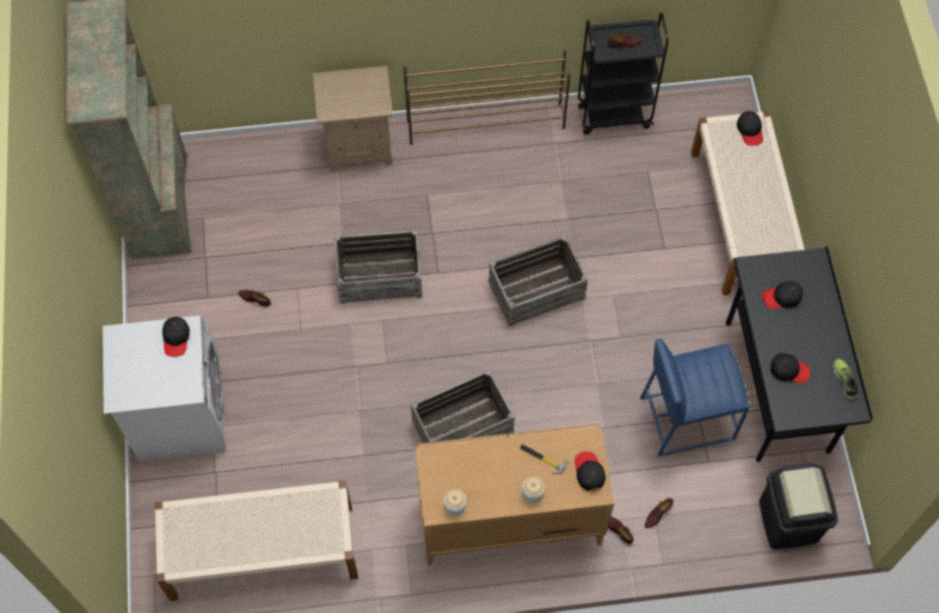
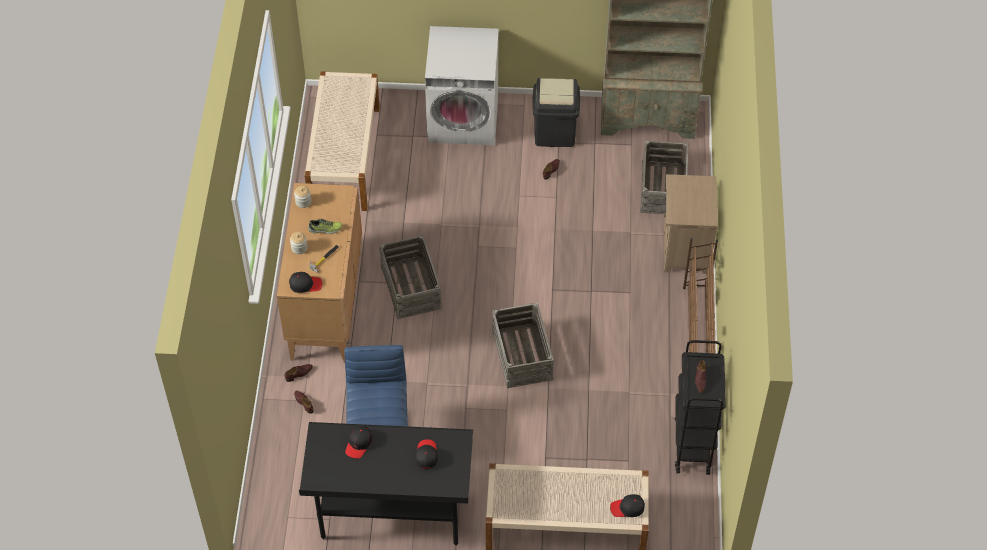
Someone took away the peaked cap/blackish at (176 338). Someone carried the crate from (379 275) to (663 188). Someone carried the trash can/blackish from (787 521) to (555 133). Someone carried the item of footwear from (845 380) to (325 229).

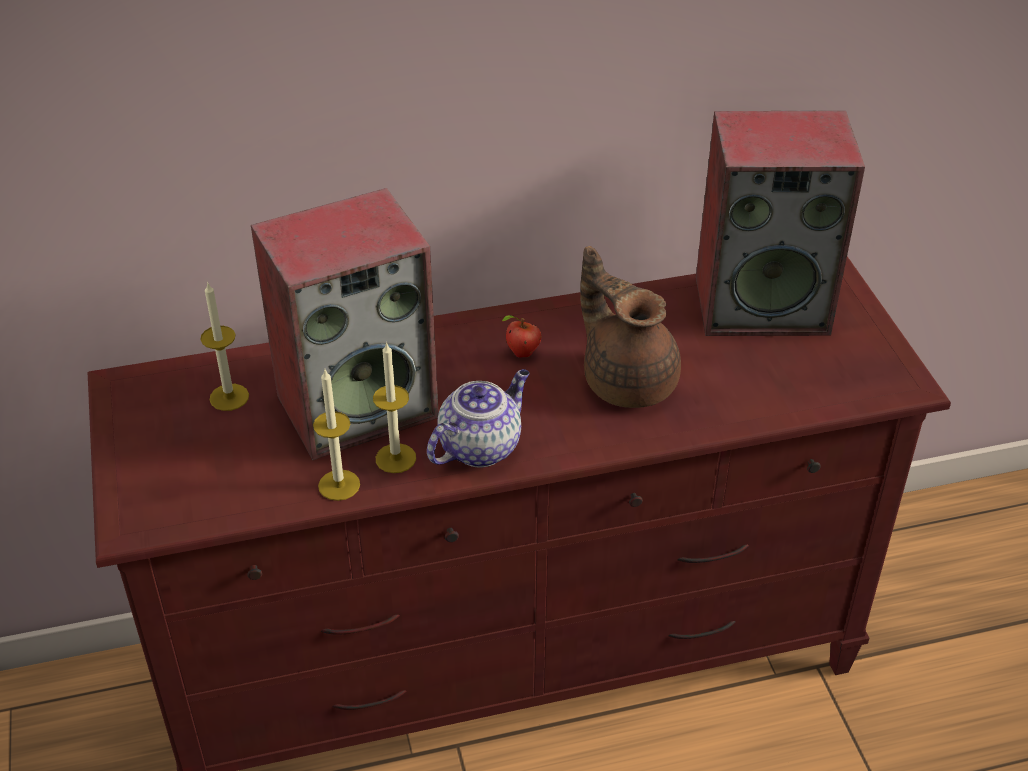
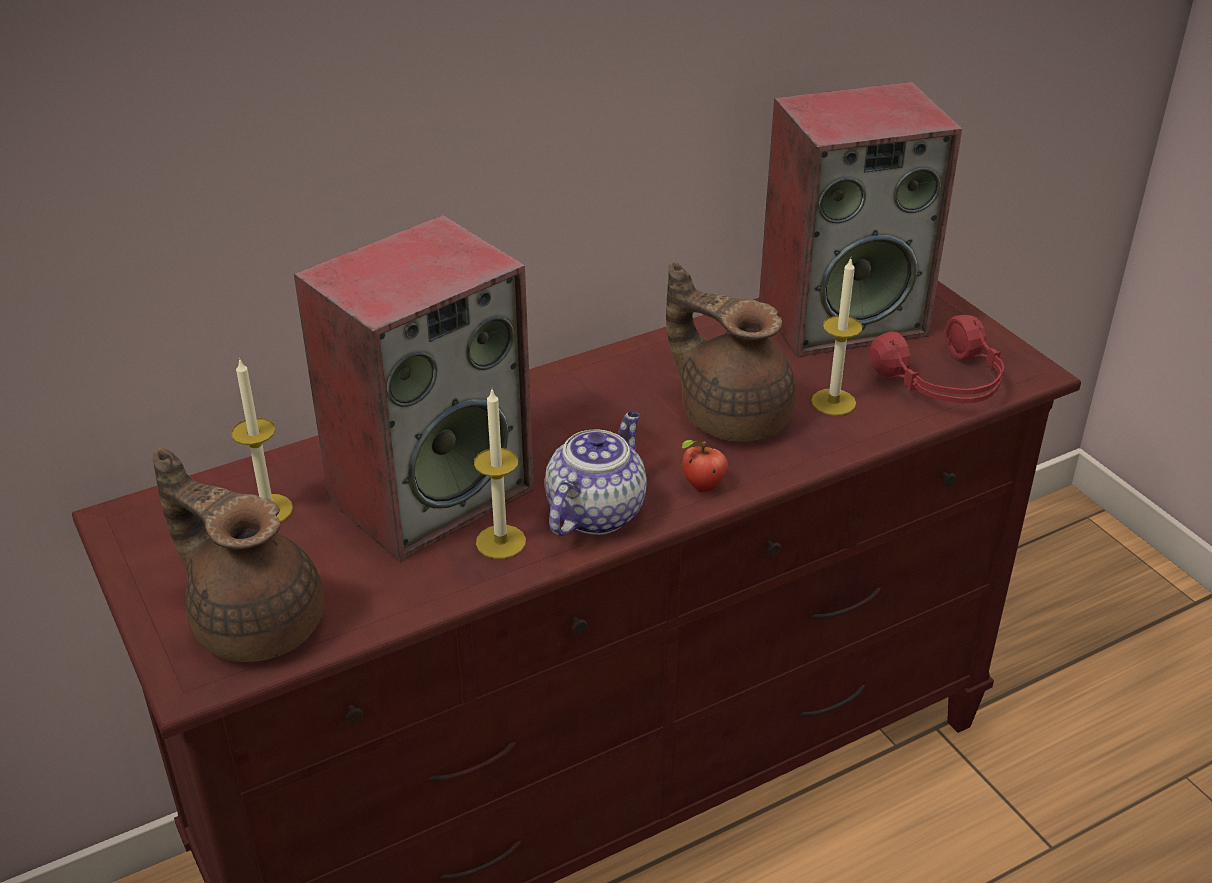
Someone carried the candle from (339 485) to (833 402). Someone carried the whole apple from (521 353) to (702 487). Someone put down the pot for tea/brown at (255 620). Someone put down the headphones/red-coloured at (944 383).

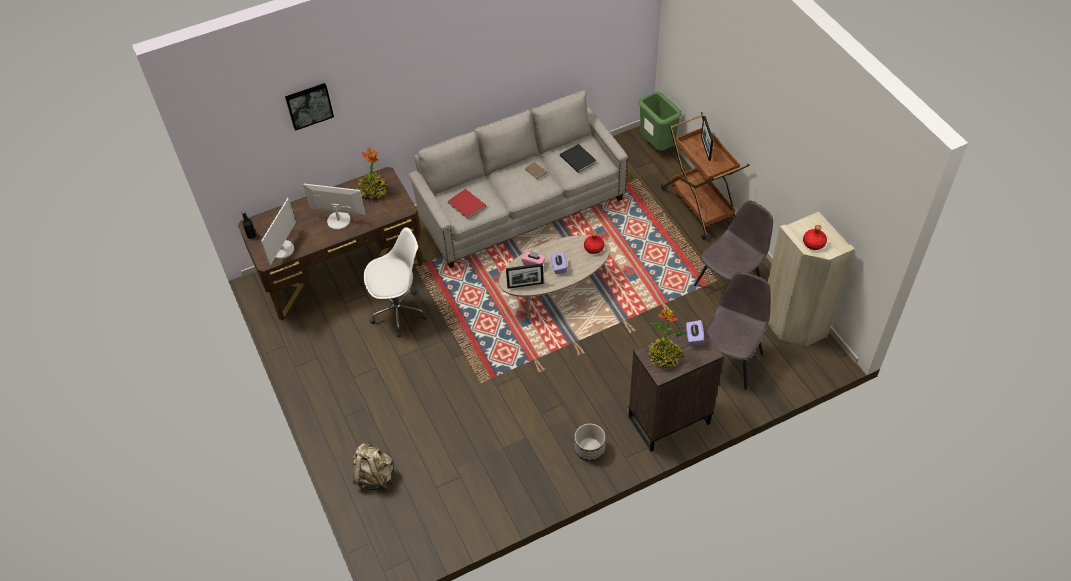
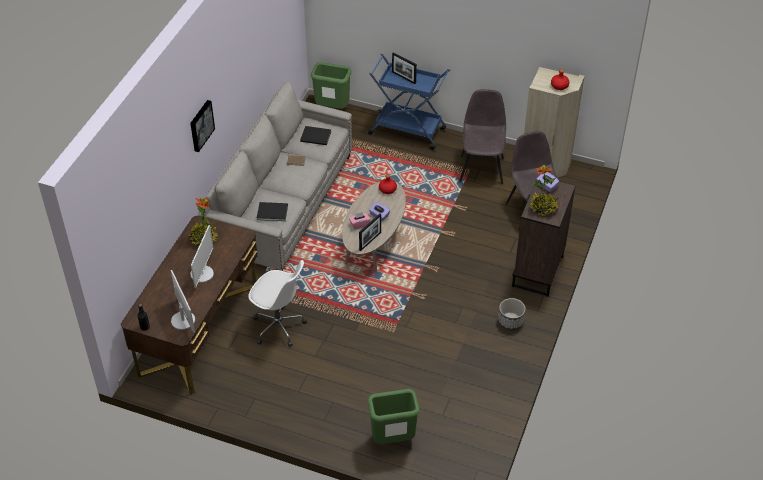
Someone carried the wall art from (309 105) to (200 125). Someone rotated the computer screen at (338 220) by 135 degrees clockwise. Someone swapped the knapsack/beige-coloured at (375 476) for the trash can/greenish at (393 440). Someone rotated the desk chair/white at (400 312) by 90 degrees clockwise. Someone repainted the book/red-coloured at (466 203), which became the book/blackish at (271 211). Someone repainted the trolley/brown at (699 208), which became the trolley/blue at (407 132).

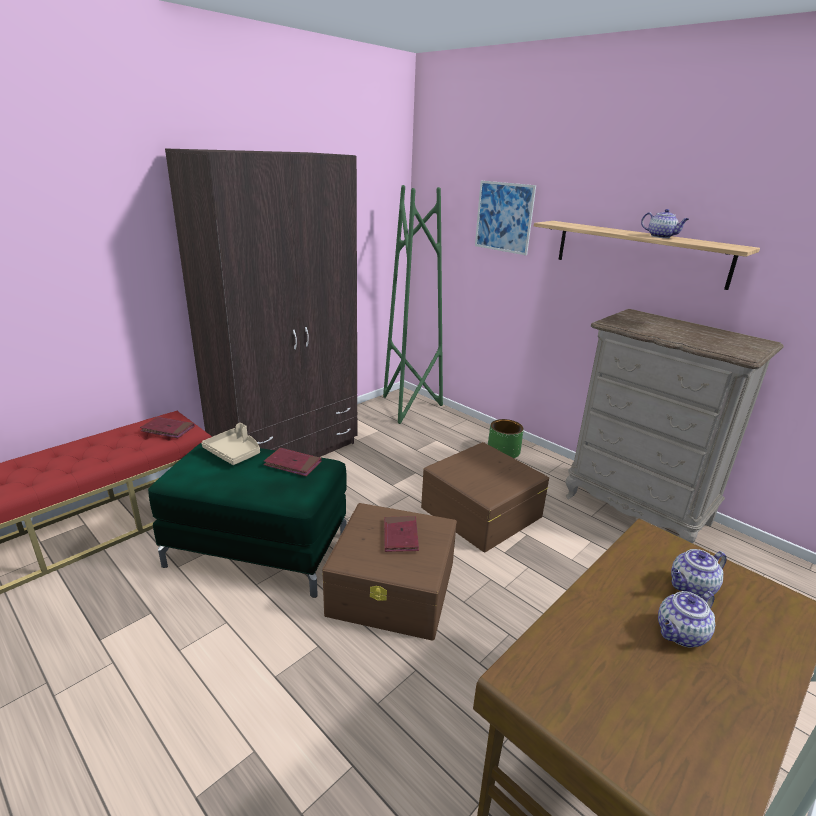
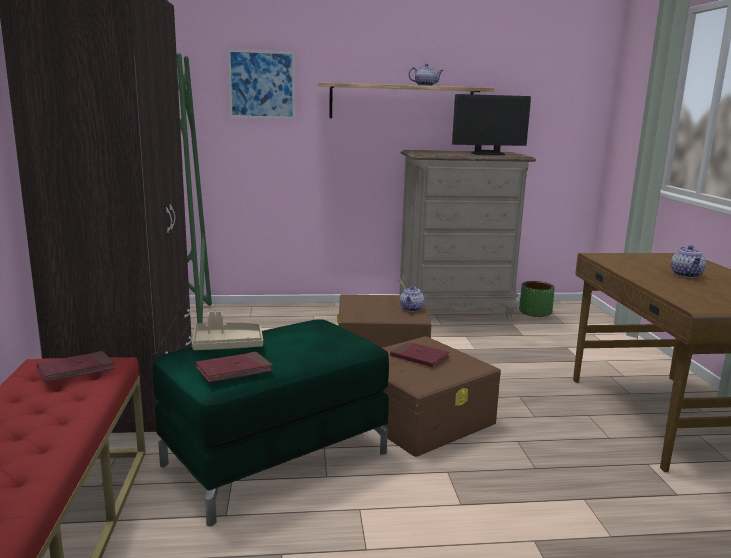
Someone carried the book/red-coloured from (292 464) to (234 370). Someone carried the planter/greenish from (503 452) to (535 312). Someone carried the pot for tea from (691 588) to (411 309). Someone put down the computer screen at (487 154).

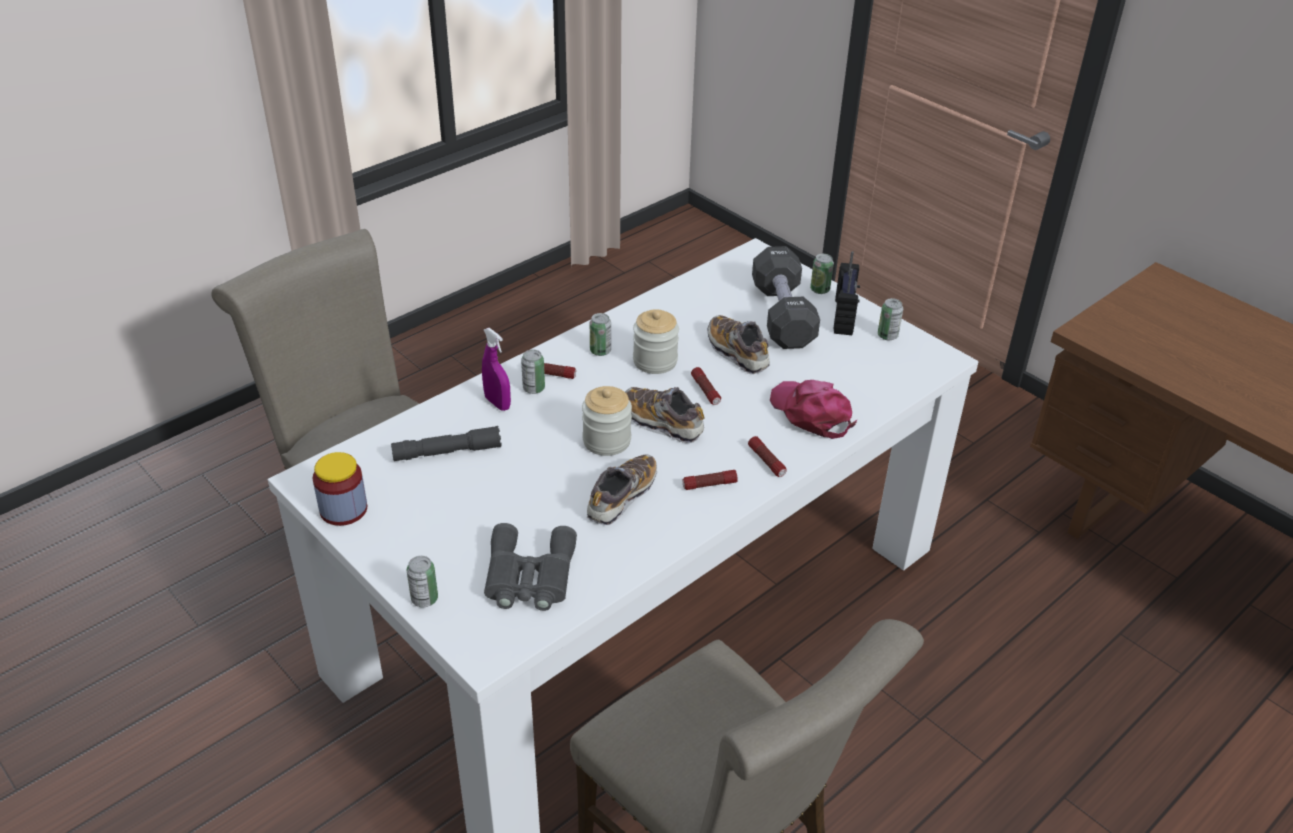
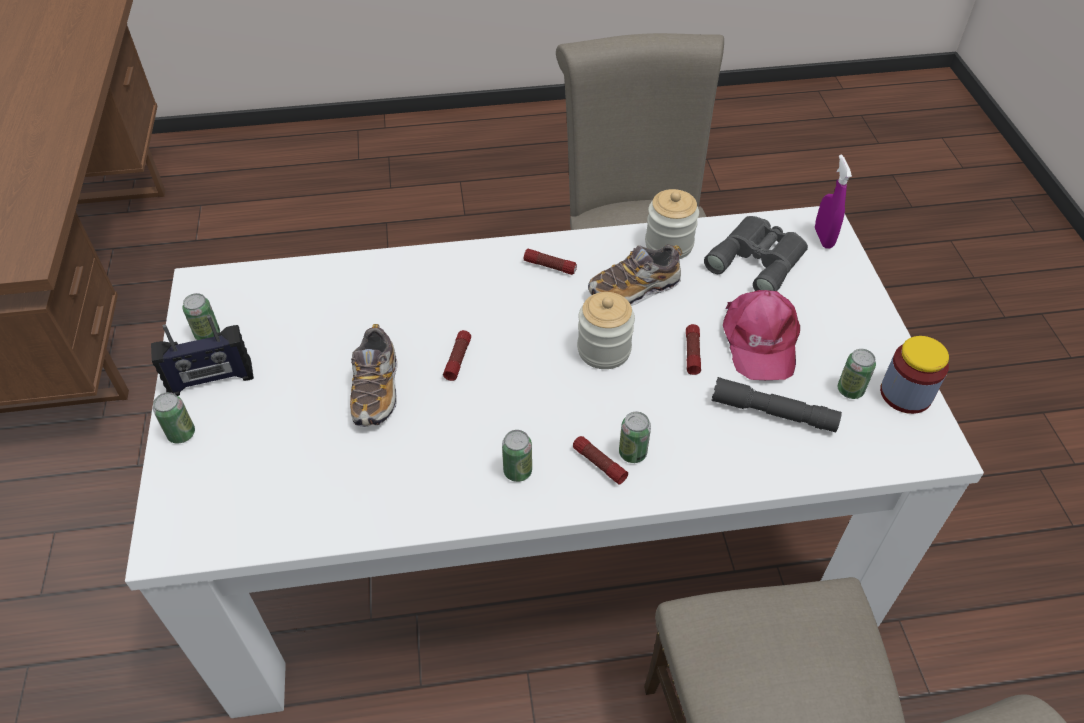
Someone carried the can from (424 599) to (850 390). Someone carried the hand sprayer/purplish from (497 403) to (823 238). Someone took away the item of footwear at (662 423). Someone carried the storage jar from (655 361) to (669 244). Someone carried the torch from (767 461) to (692 353). Someone took away the dumbbell/blackish at (782 315). Someone carried the peaked cap/pink from (811 413) to (759 340). Someone rotated the radio receiver at (845 316) by 150 degrees counterclockwise.

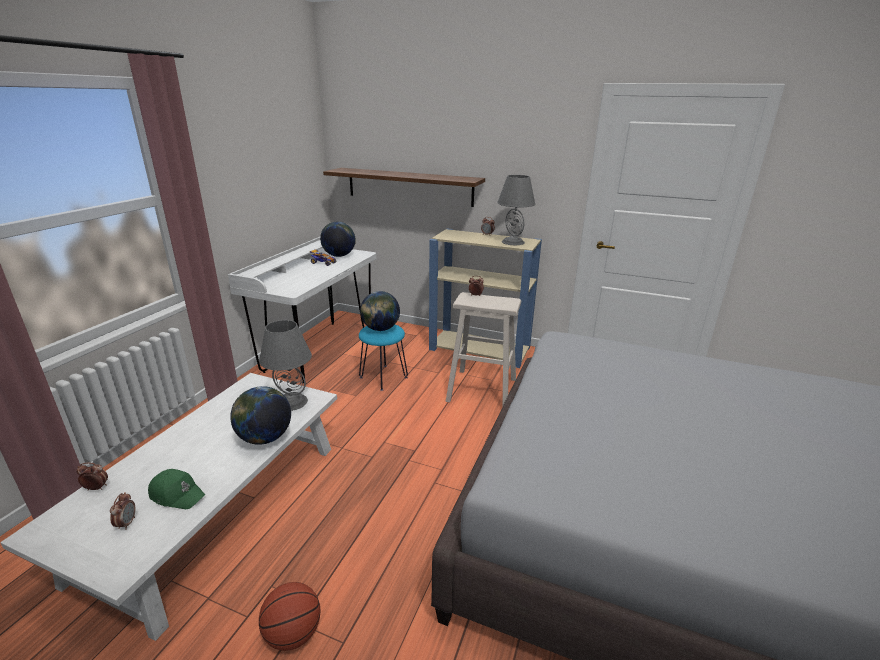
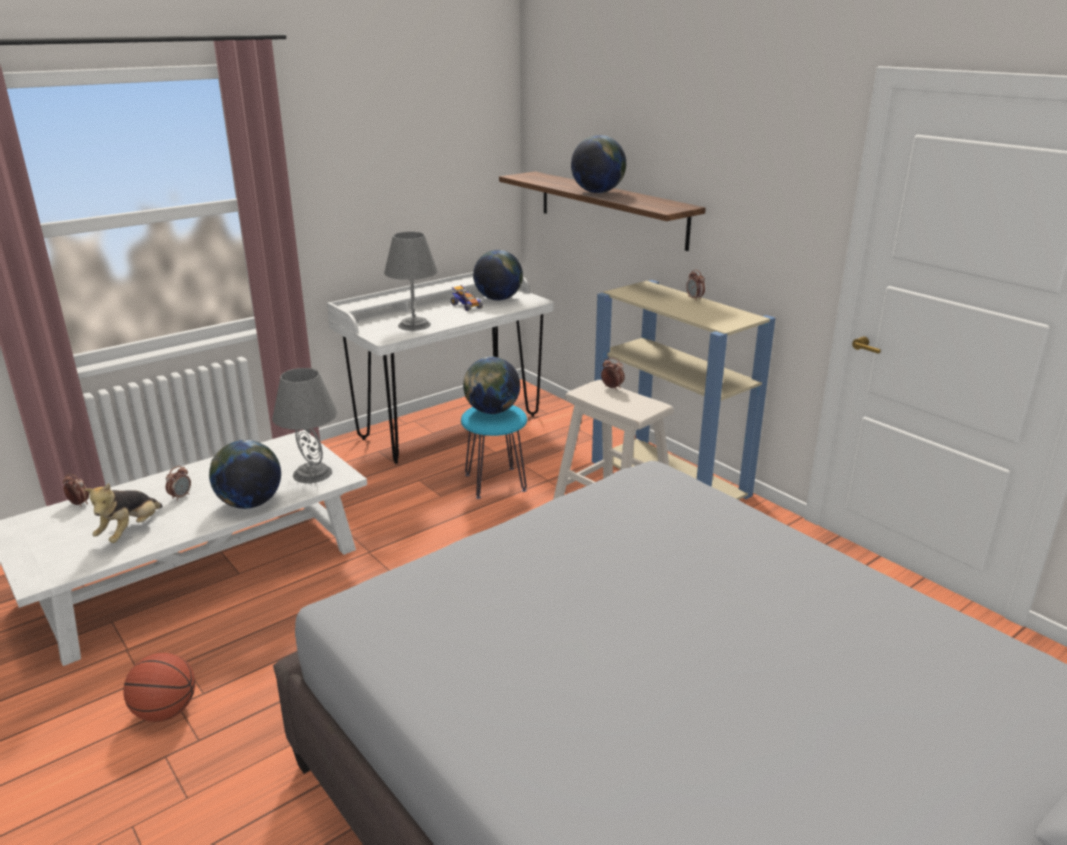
Someone carried the table clock from (127 523) to (180 496). Someone swapped the peaked cap/greenish at (177 494) for the plush toy at (130 531). Someone carried the table lamp/gray from (512 242) to (414 325). Someone put down the globe at (597 193).

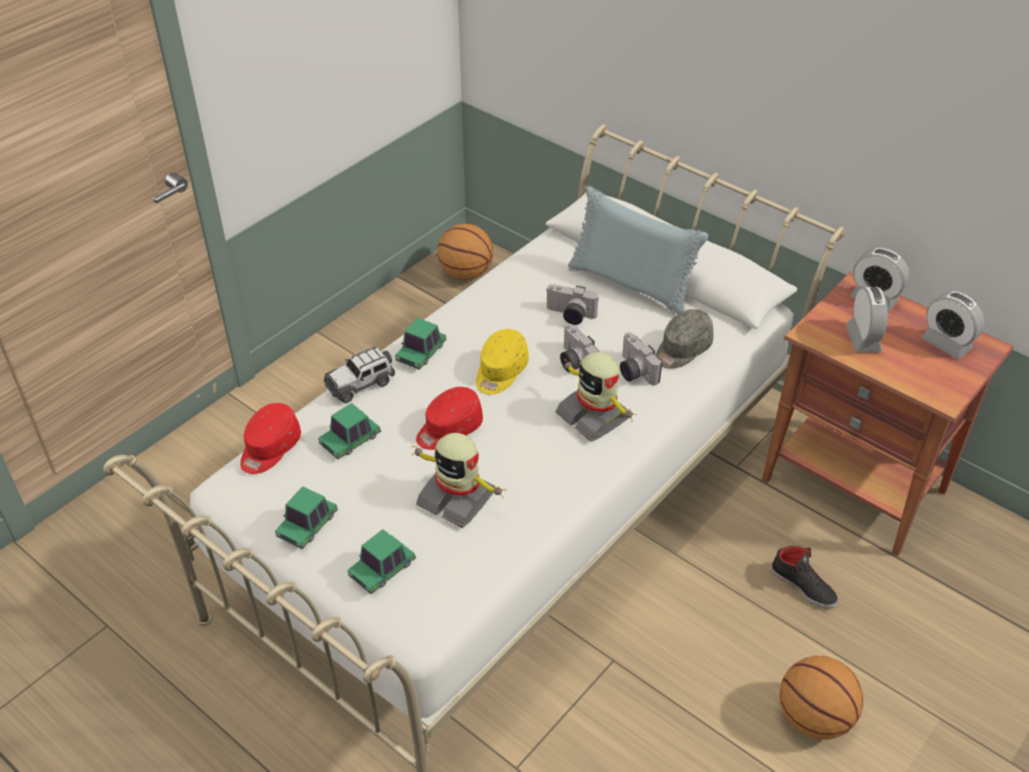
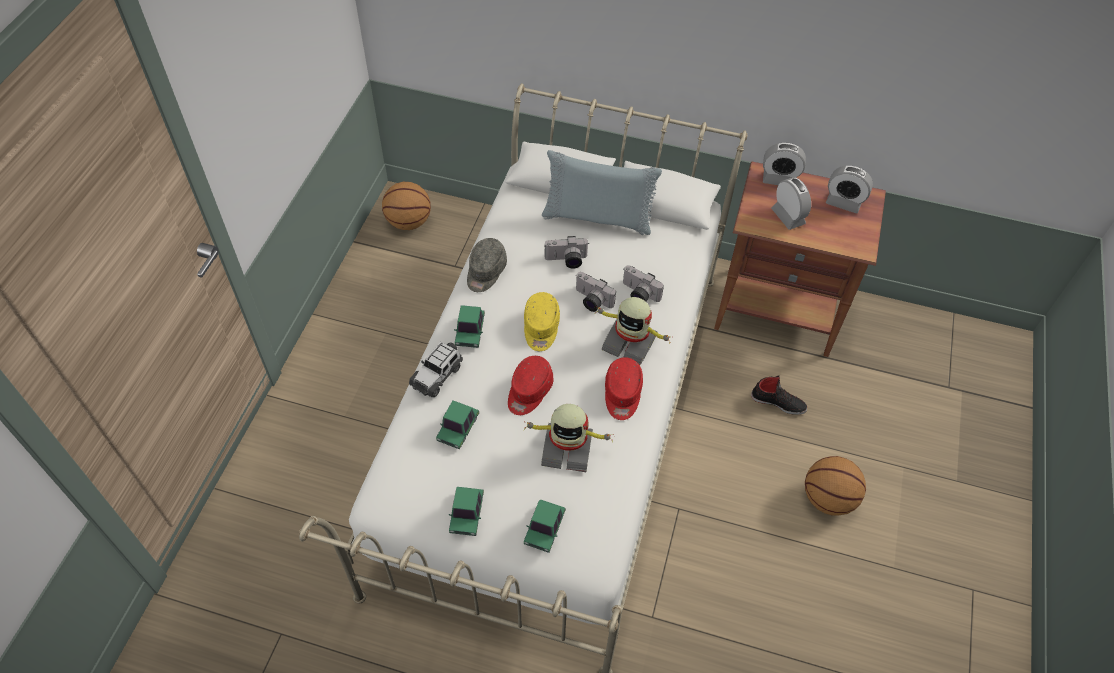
Someone carried the peaked cap/red-coloured from (269 449) to (622 394). Someone carried the peaked cap/gray from (682 349) to (485 272).

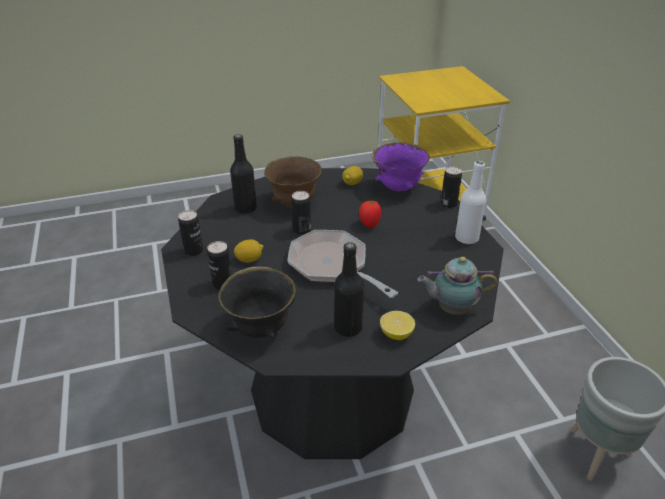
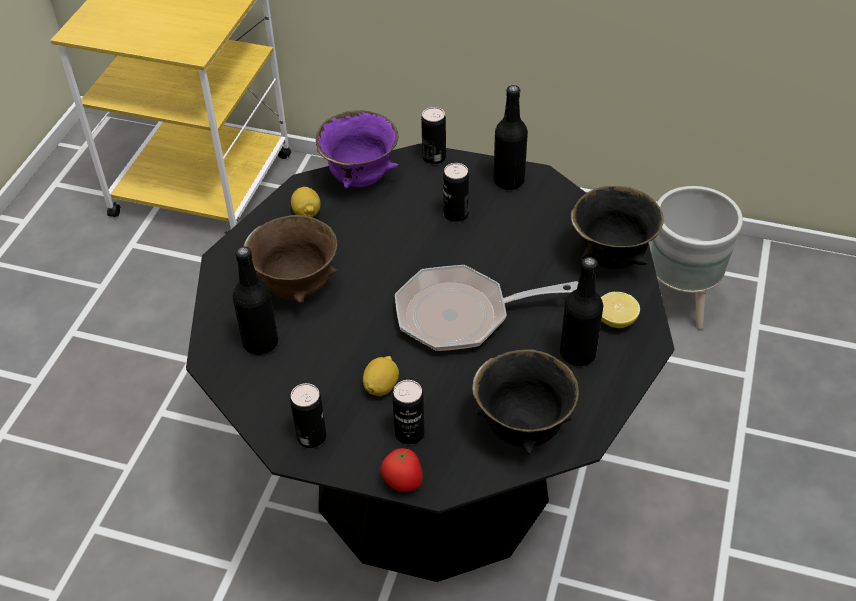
Someone carried the can from (302 230) to (455 214). Someone carried the whole tomato from (369 224) to (402 484). Someone swapped the pot for tea at (451 309) for the serving bowl/blackish at (610 258). Someone repainted the bottle/white at (466 238), which became the bottle/blackish at (508 181).

